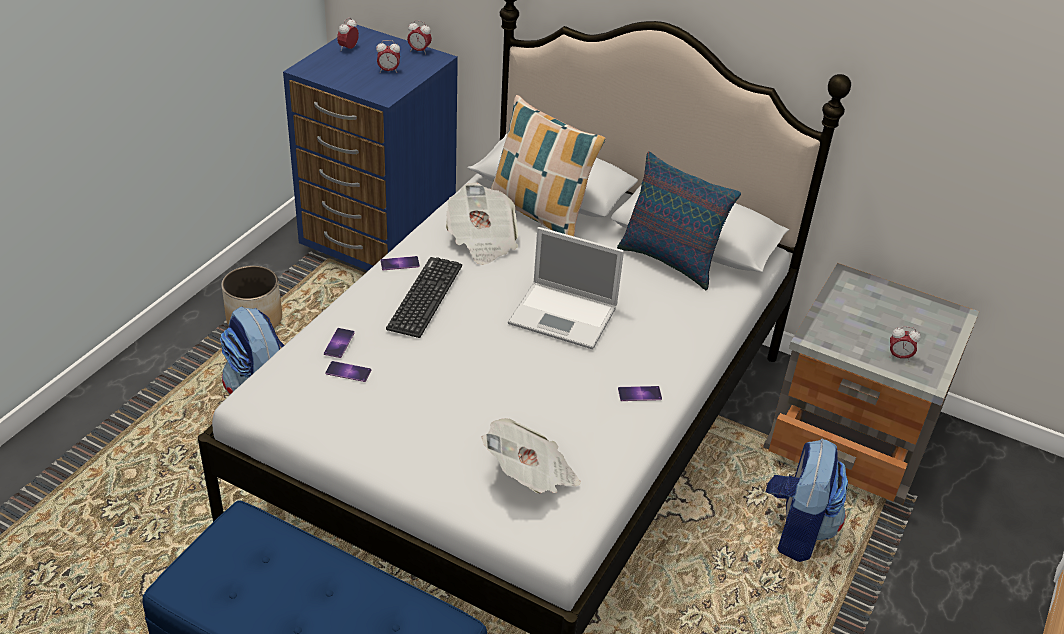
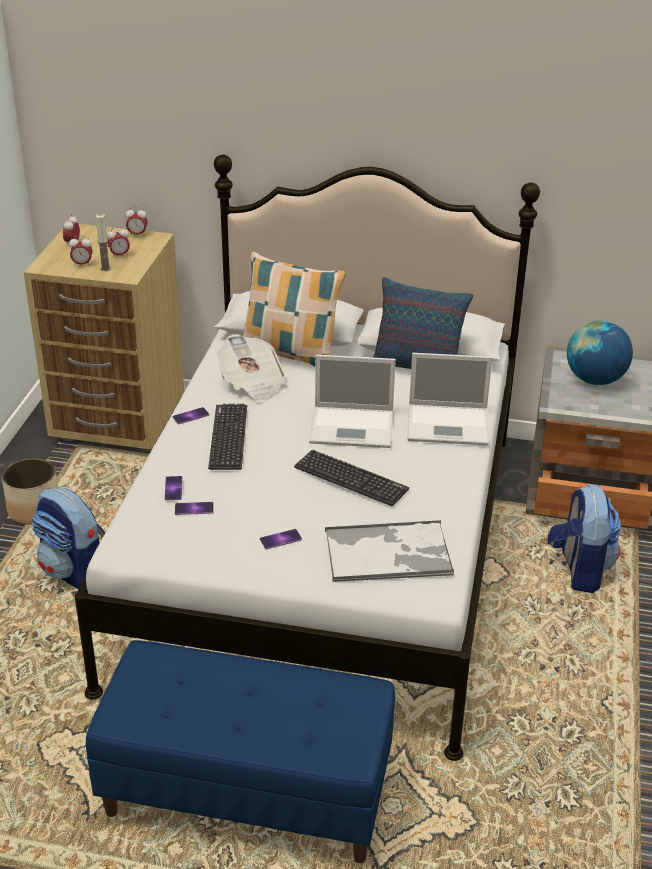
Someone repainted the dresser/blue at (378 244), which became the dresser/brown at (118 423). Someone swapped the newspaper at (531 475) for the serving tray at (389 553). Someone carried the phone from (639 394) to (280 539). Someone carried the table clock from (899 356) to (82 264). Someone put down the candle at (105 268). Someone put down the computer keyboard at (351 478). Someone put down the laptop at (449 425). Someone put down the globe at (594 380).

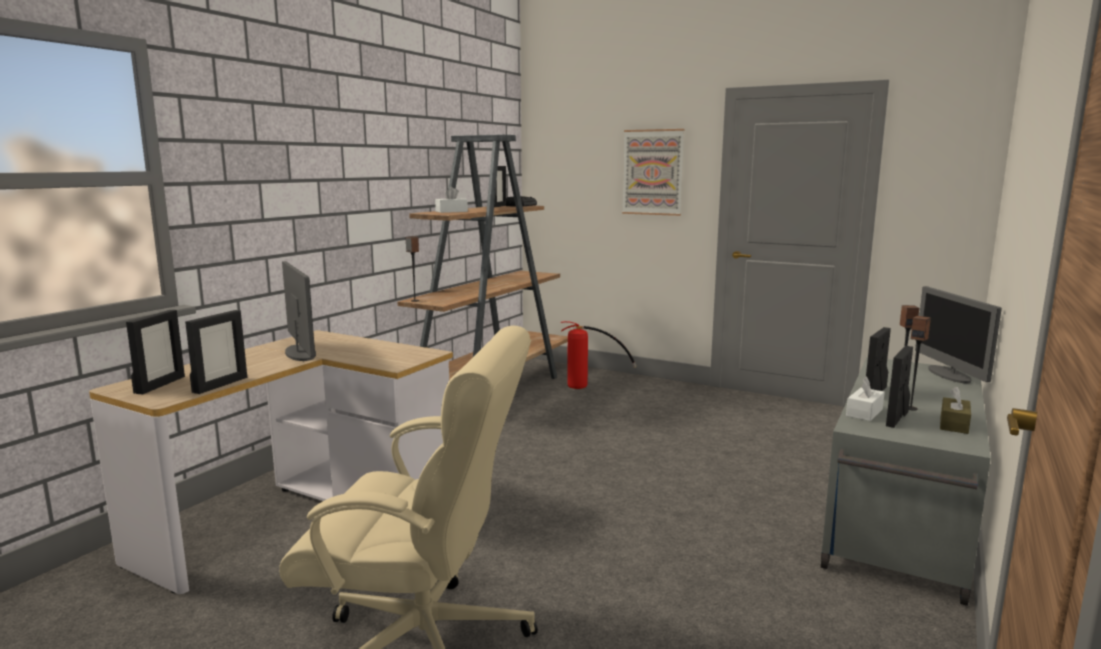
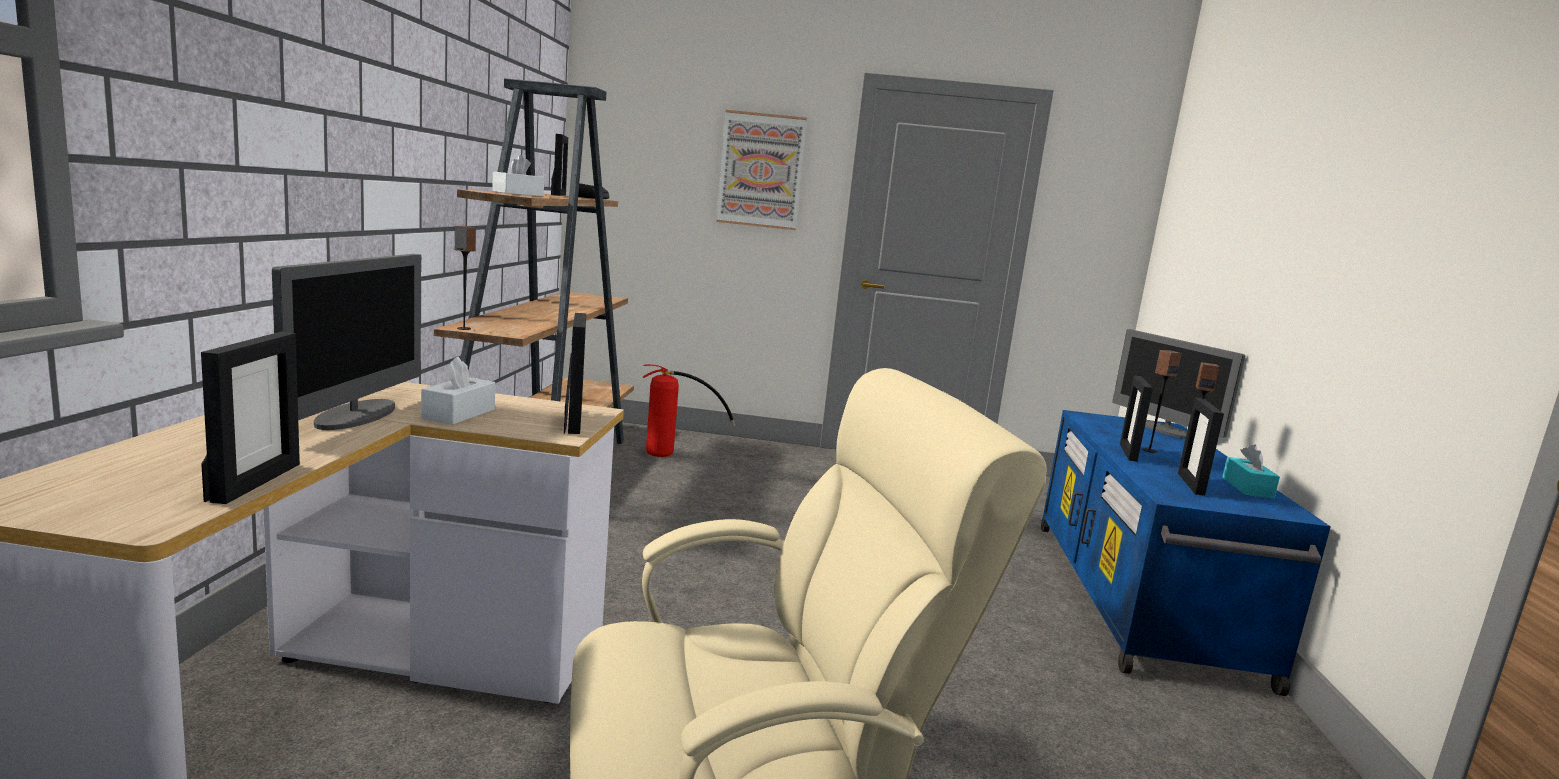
Someone carried the photo frame from (160 385) to (573 421). Someone rotated the computer screen at (300 353) by 60 degrees clockwise. Someone repainted the cabinet/gray at (900 518), which became the cabinet/blue at (1139 598). Someone carried the box of tissues/white from (864 412) to (459 414). Someone repainted the box of tissues/brown at (954 424), which became the box of tissues/turquoise at (1247 488).

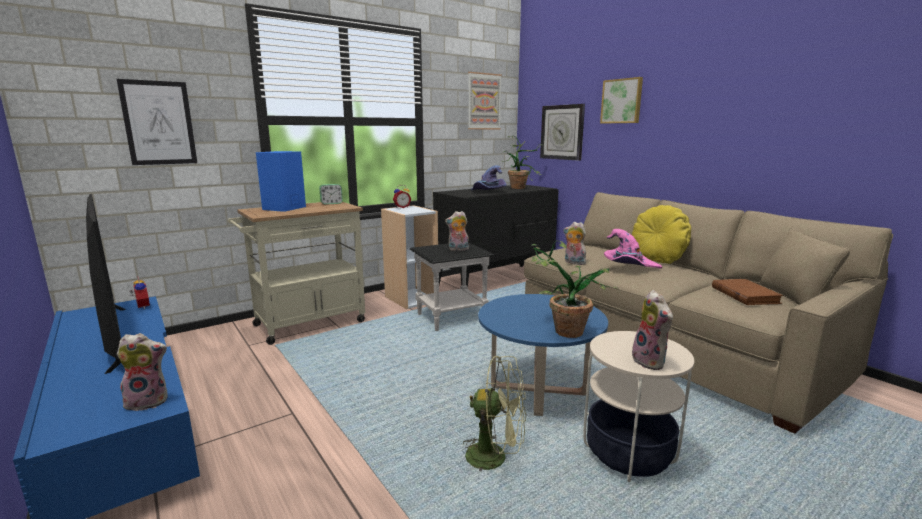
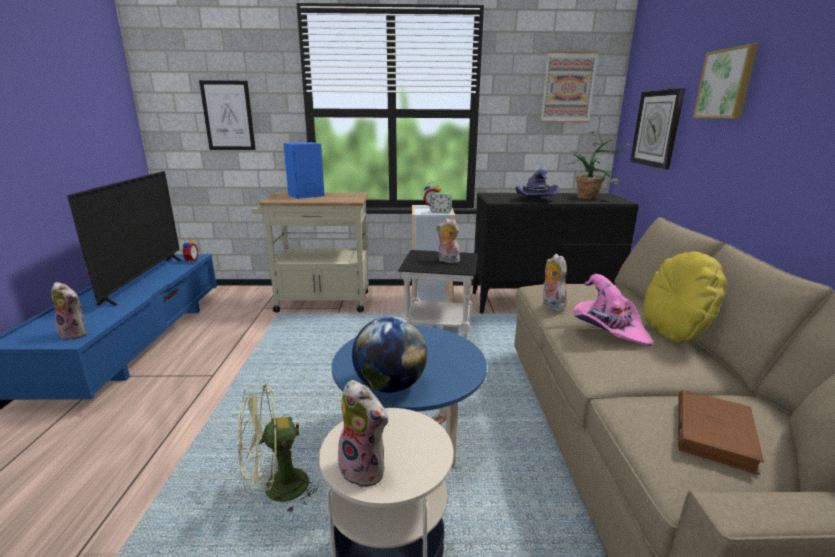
Someone carried the table clock from (331 203) to (440 212). Someone rotated the fan/greenish at (495 457) by 105 degrees clockwise. Someone swapped the houseplant at (561 331) for the globe at (390 386). Someone rotated the plush toy at (651 362) by 75 degrees counterclockwise.

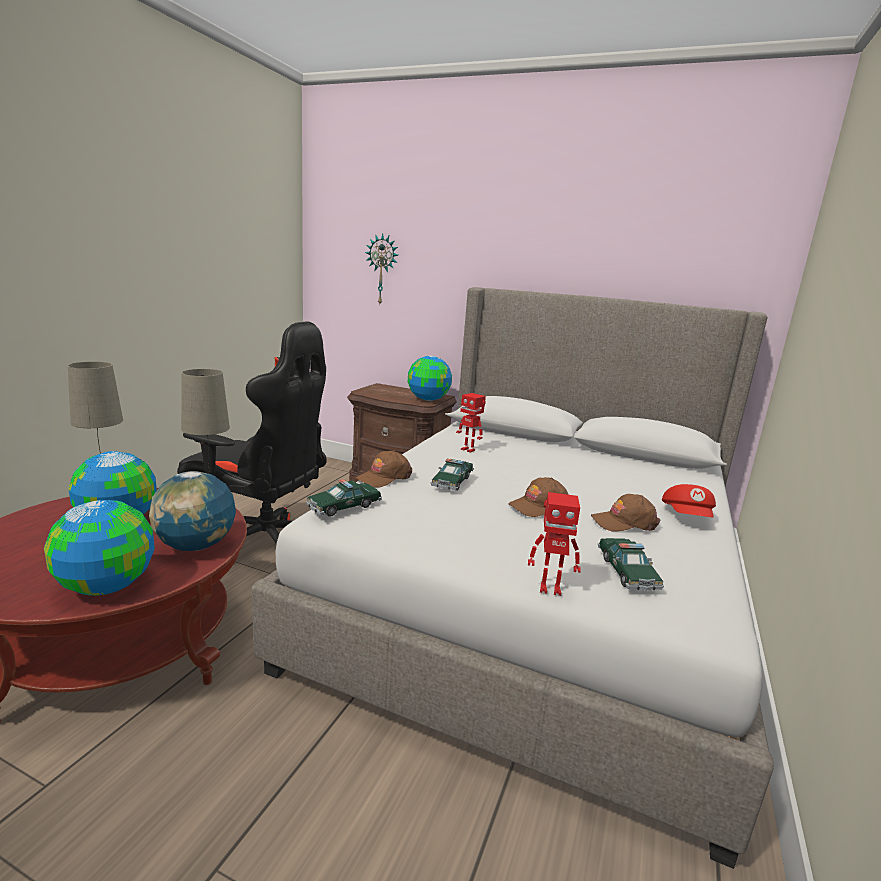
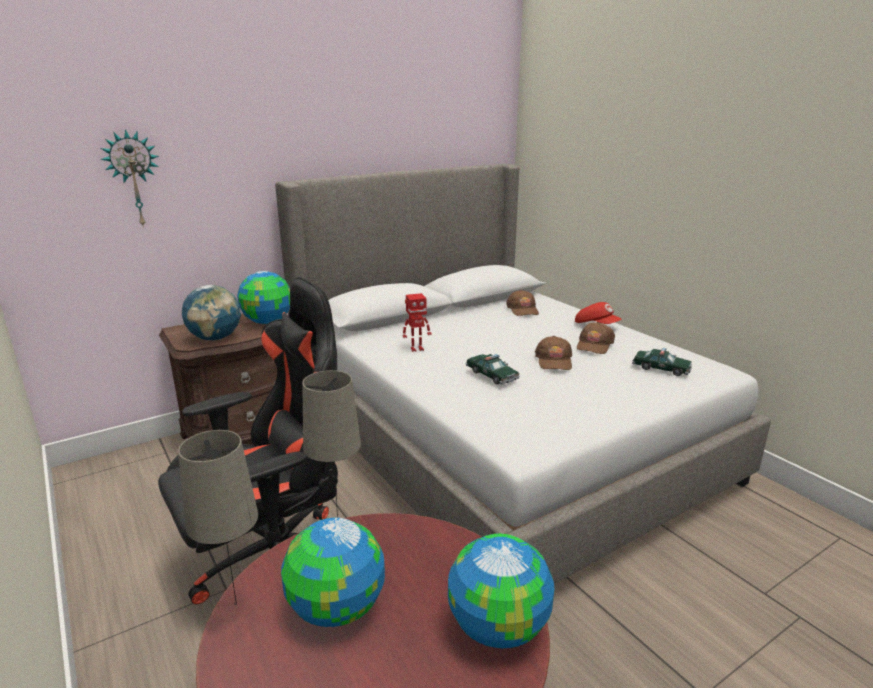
Someone carried the globe from (196 546) to (215 338). Someone took away the model car at (344 506). Someone carried the peaked cap/brown from (384 477) to (523 309). Someone took away the toy robot at (550 588).

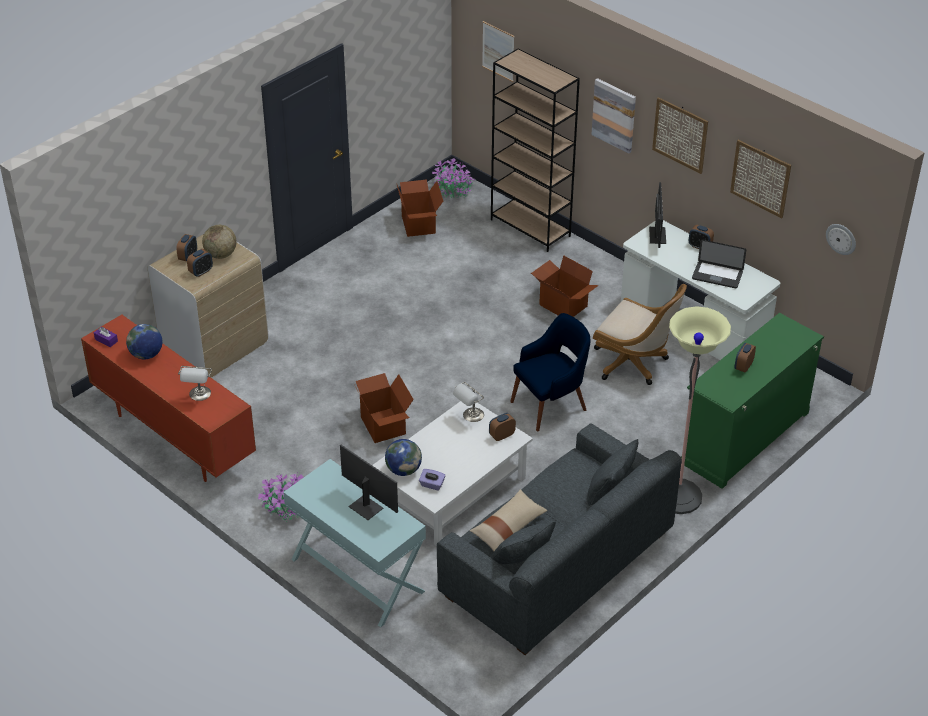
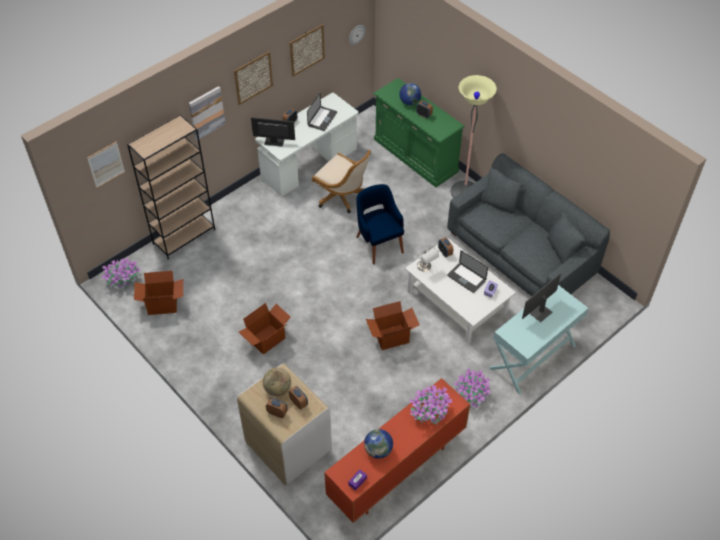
Someone swapped the table lamp/white at (199 396) for the houseplant at (430 411). Someone carried the globe from (403 470) to (409 102). Someone took away the throw pillow/beige-coloured at (508 527). Someone carried the carton from (562 306) to (267 339). Someone rotated the desk chair at (634 364) by 90 degrees clockwise. Someone put down the laptop at (466 278).

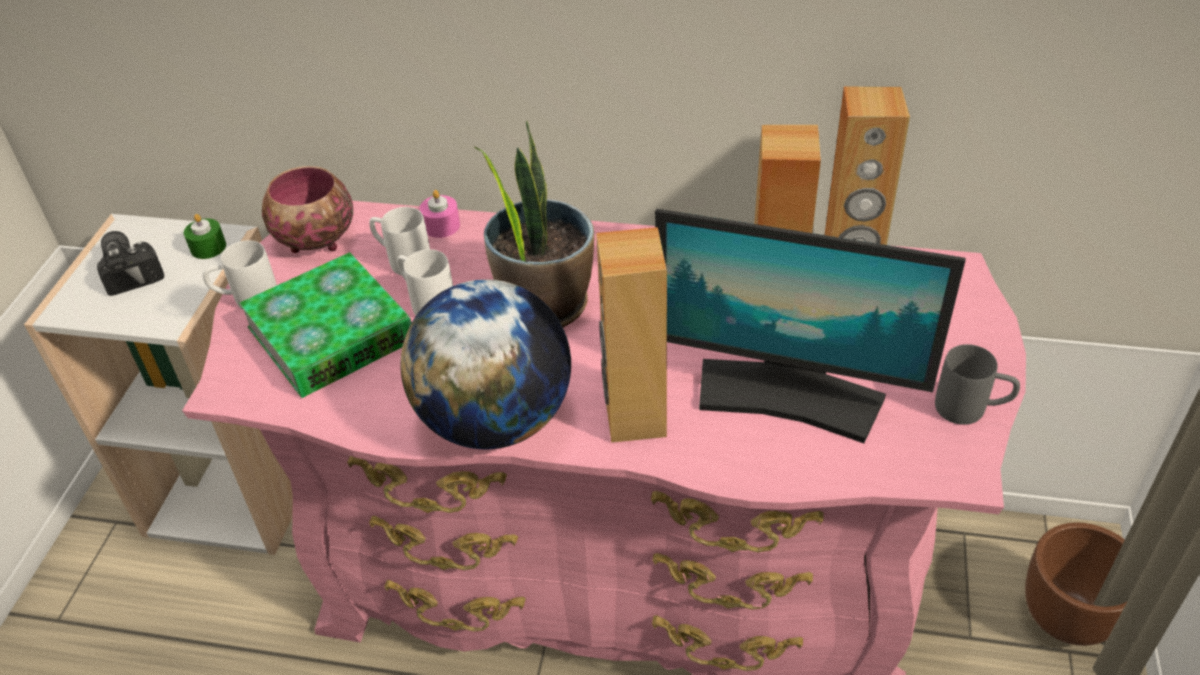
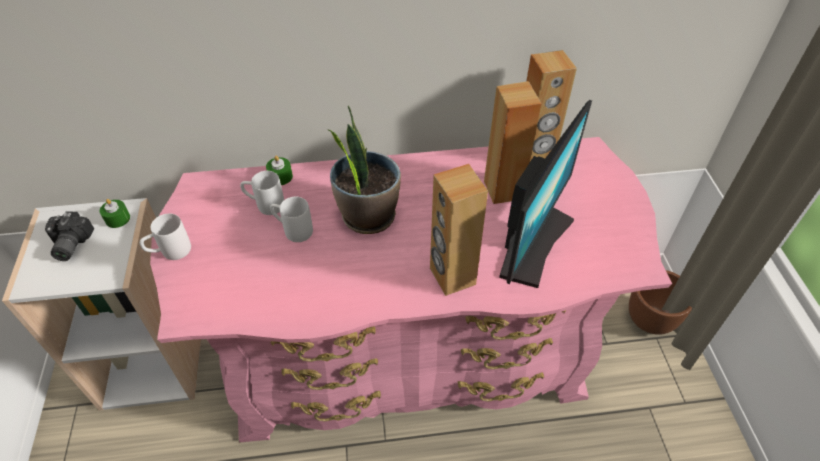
Someone rotated the photo camera at (132 270) by 135 degrees counterclockwise. Someone took away the book at (330 334). Someone took away the serving bowl at (314 241). Someone took away the globe at (495 420). Someone repainted the candle/pink at (441 226), which became the candle/greenish at (280 177). Someone rotated the computer screen at (788 396) by 60 degrees counterclockwise. Someone took away the coffee mug/gray at (971 409).

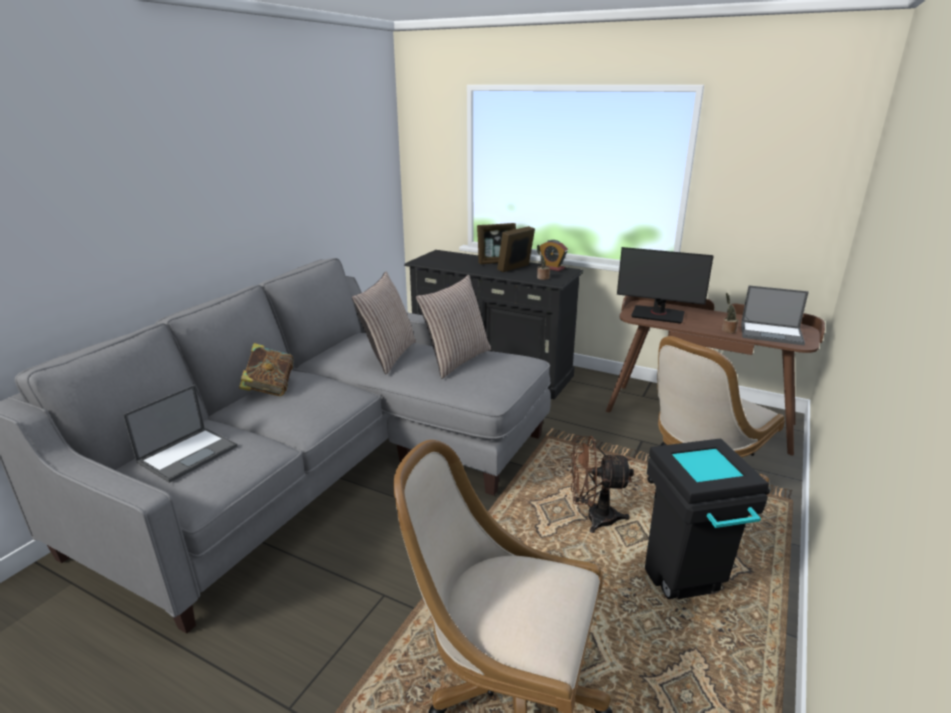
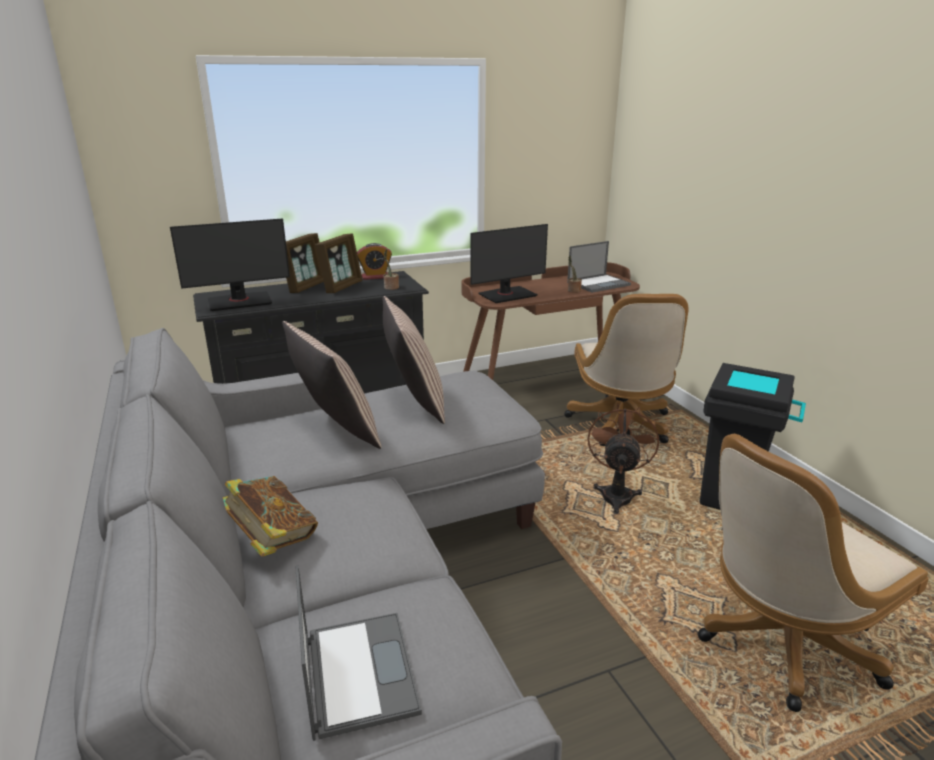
Someone rotated the photo frame at (515 268) by 150 degrees counterclockwise. Someone rotated the fan/brown at (593 518) by 150 degrees clockwise. Someone put down the computer screen at (239 301).

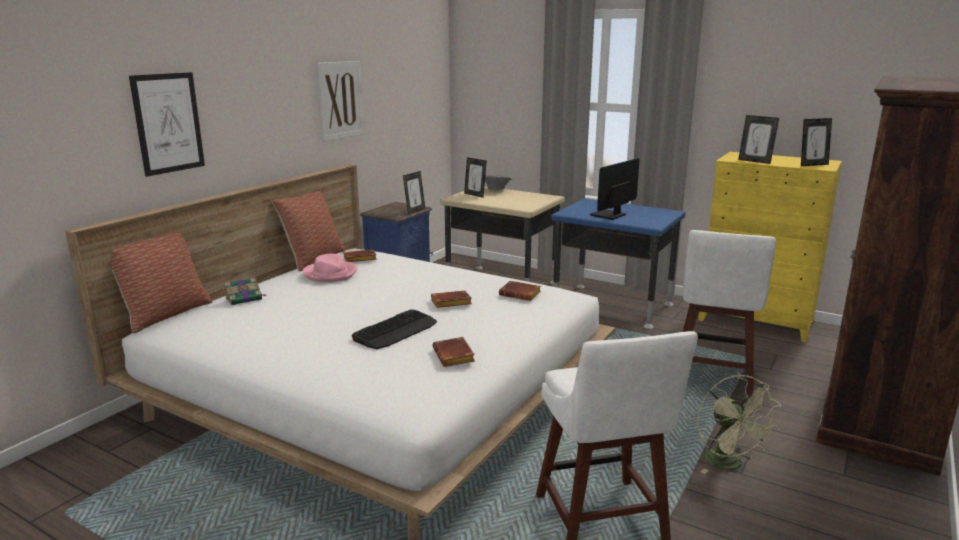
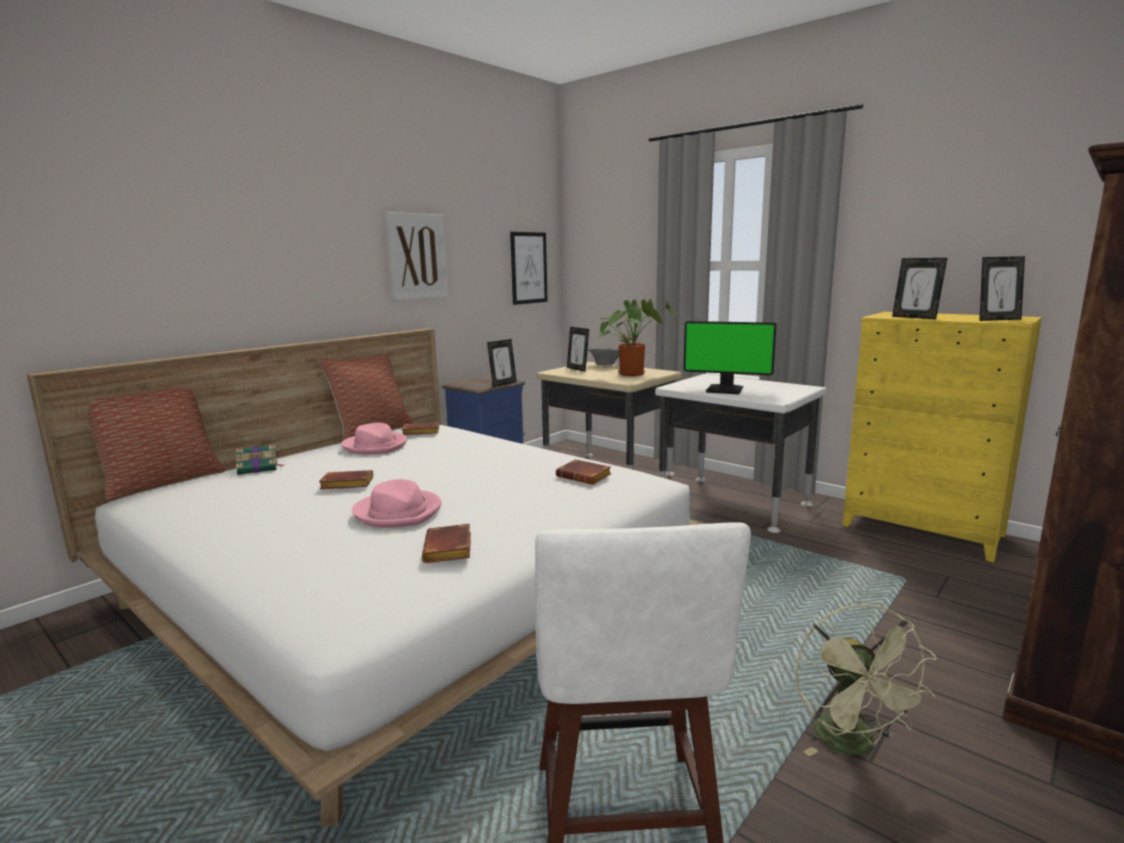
Someone carried the wall art from (168 123) to (529 268). Someone swapped the computer keyboard at (396 330) for the hat/pink at (398 512). Someone carried the book/brown from (450 303) to (345 485). Someone repainted the desk/blue at (613 305), which became the desk/white at (734 502). Someone rotated the computer screen at (609 215) by 120 degrees counterclockwise. Someone took away the chair/white at (711 376). Someone put down the houseplant at (633 373).

